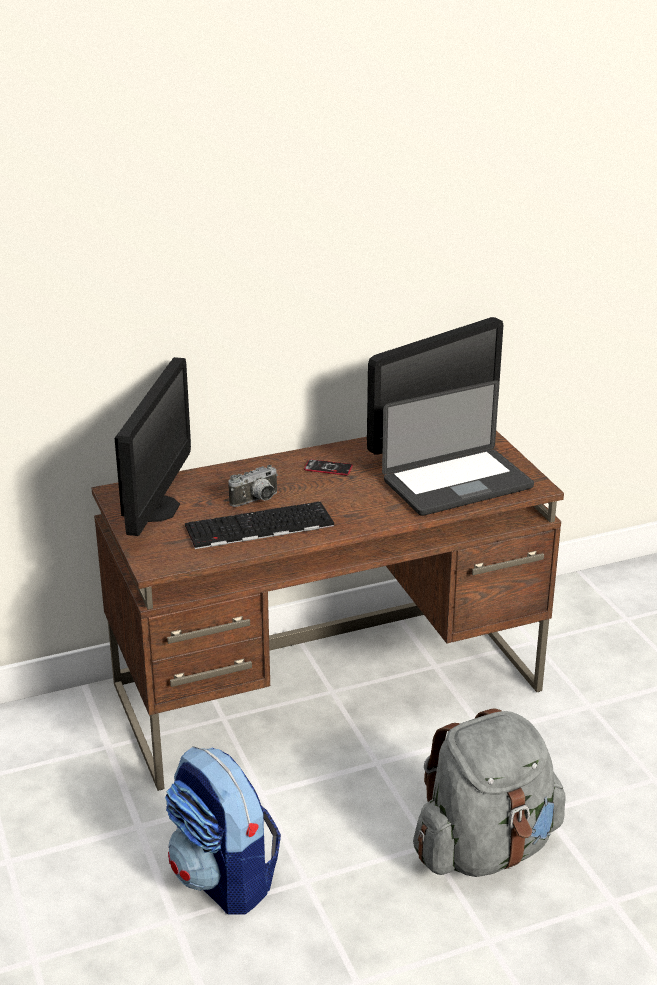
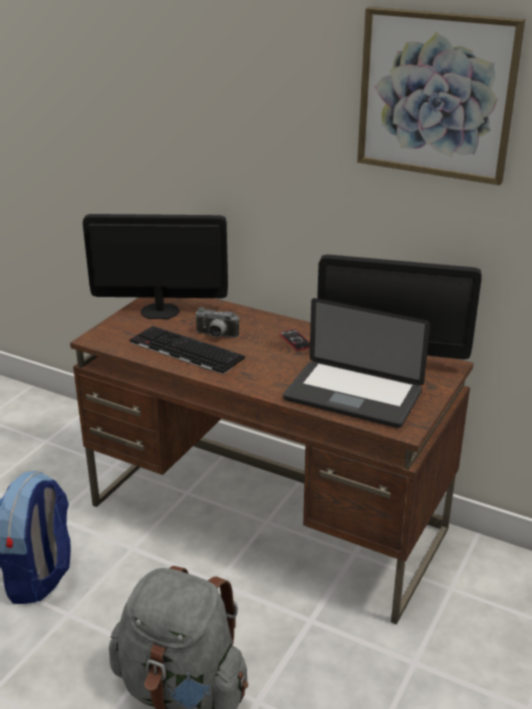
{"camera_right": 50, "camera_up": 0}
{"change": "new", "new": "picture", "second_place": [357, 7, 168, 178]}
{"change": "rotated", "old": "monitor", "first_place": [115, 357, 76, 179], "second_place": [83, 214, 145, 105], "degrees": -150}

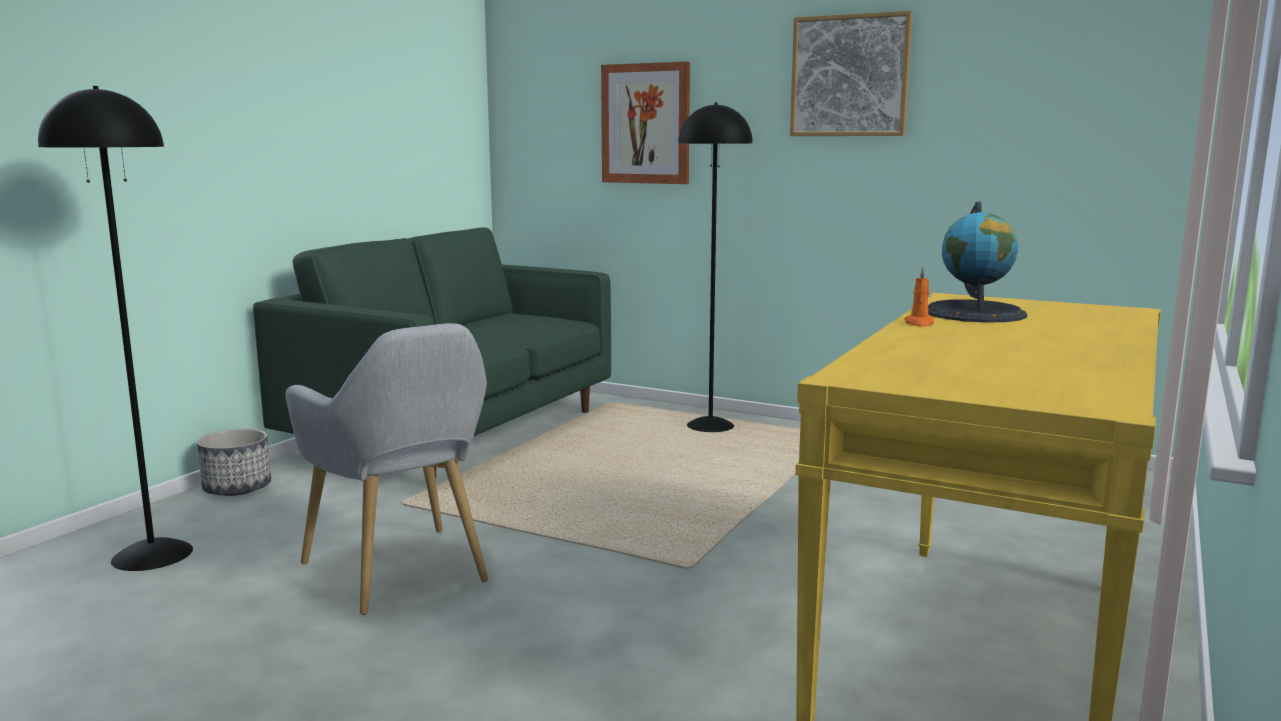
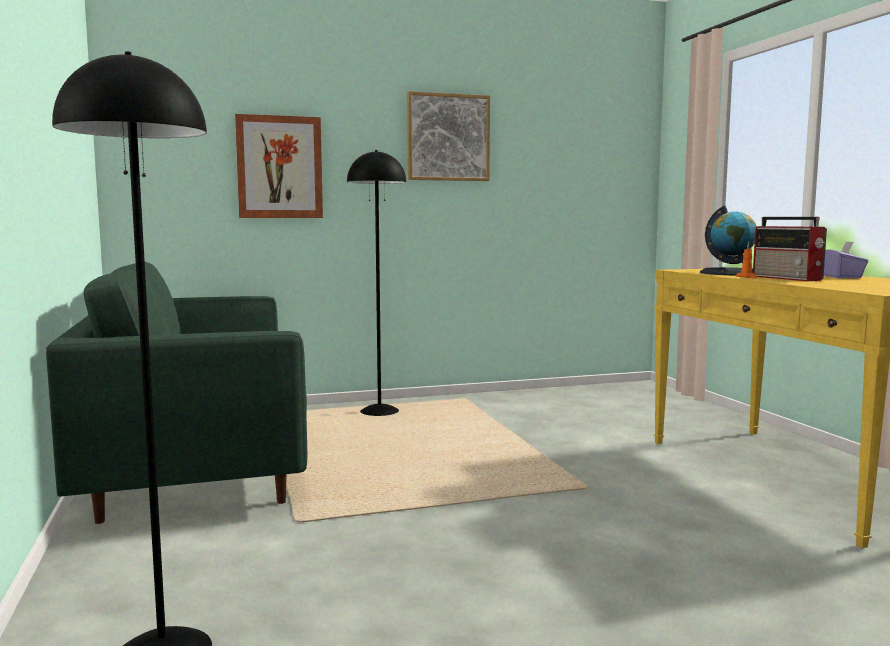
{"camera_right": -45, "camera_up": -5}
{"change": "gone", "old": "planter", "first_place": [197, 429, 74, 67]}
{"change": "gone", "old": "grey armchair", "first_place": [285, 323, 203, 292]}
{"change": "new", "new": "radio", "second_place": [753, 217, 74, 64]}
{"change": "new", "new": "purple tissue box", "second_place": [824, 241, 44, 37]}

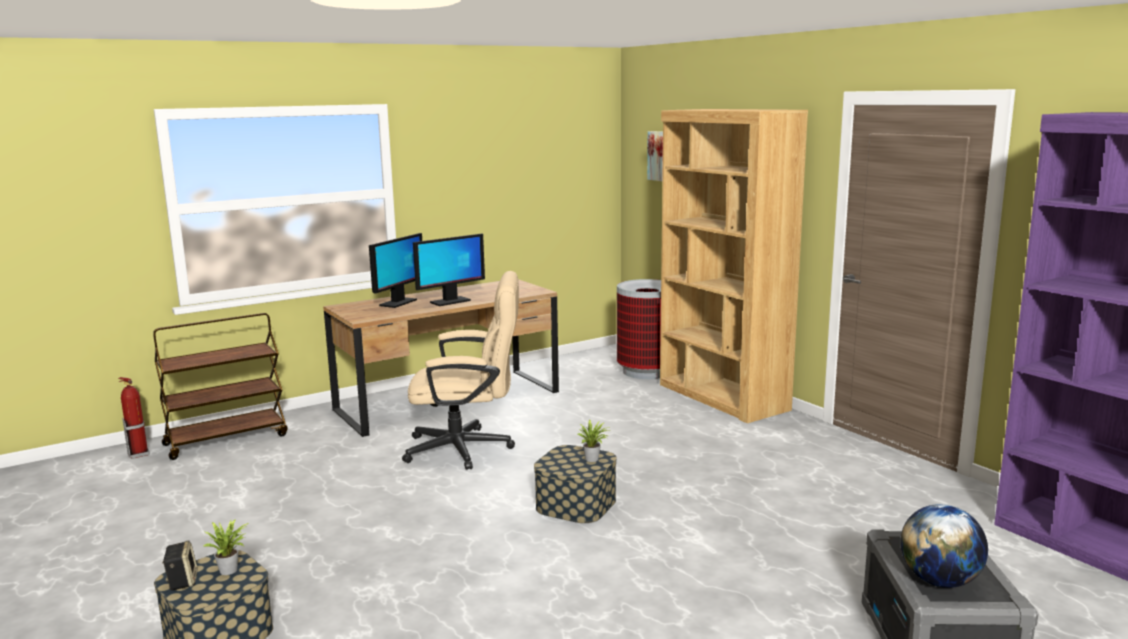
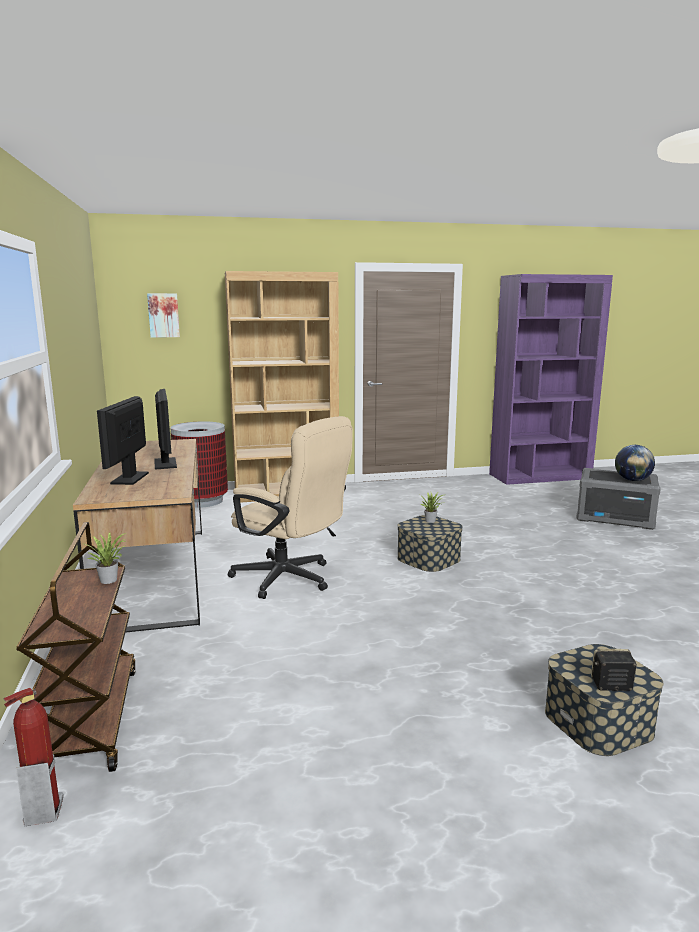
{"camera_right": -70, "camera_up": 0}
{"change": "shifted", "old": "potted plant", "first_place": [203, 519, 45, 56], "second_place": [85, 532, 42, 52]}
{"change": "rotated", "old": "monitor", "first_place": [369, 233, 53, 75], "second_place": [97, 396, 52, 89], "degrees": -135}
{"change": "rotated", "old": "beige office chair", "first_place": [402, 271, 117, 199], "second_place": [228, 416, 125, 183], "degrees": 105}

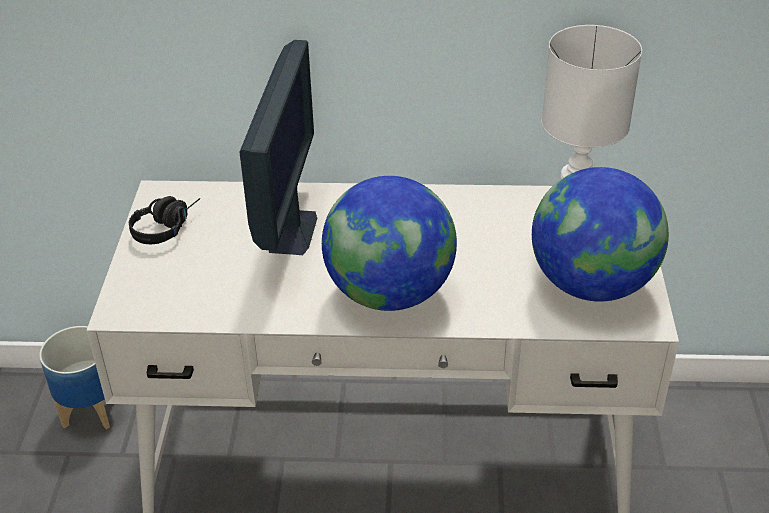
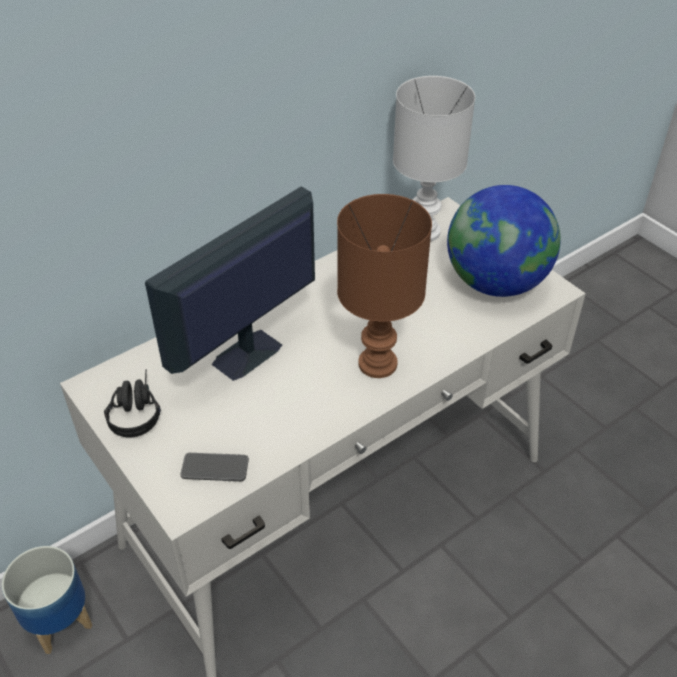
{"camera_right": -40, "camera_up": 5}
{"change": "new", "new": "phone", "second_place": [181, 453, 68, 28]}
{"change": "swapped", "old": "globe", "new": "brown table lamp", "first_place": [322, 176, 135, 135], "second_place": [337, 194, 95, 184]}
{"change": "rotated", "old": "monitor", "first_place": [239, 40, 79, 215], "second_place": [145, 186, 170, 195], "degrees": -105}

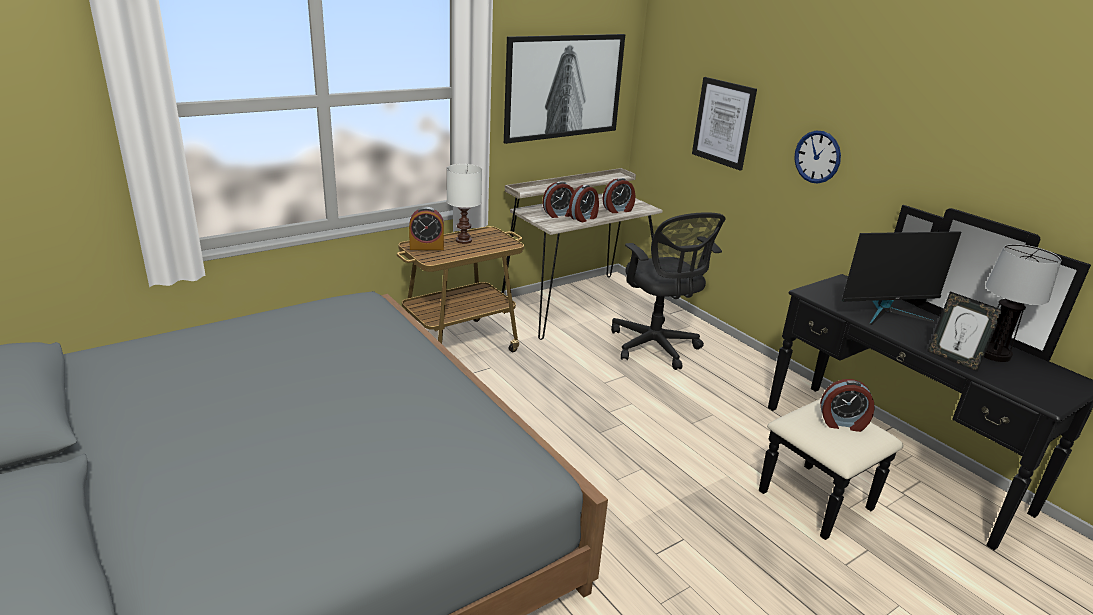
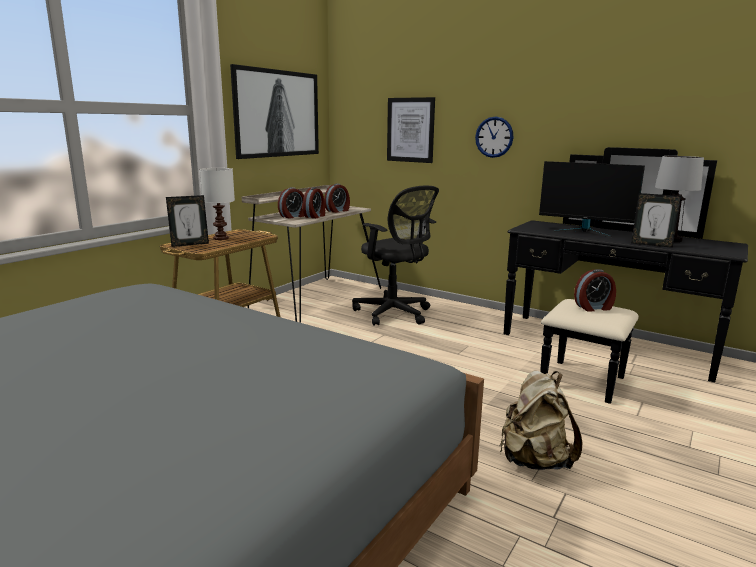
{"camera_right": -20, "camera_up": -10}
{"change": "new", "new": "beige backpack", "second_place": [500, 370, 83, 100]}
{"change": "swapped", "old": "alarm clock", "new": "picture frame", "first_place": [409, 207, 35, 43], "second_place": [166, 195, 43, 52]}
{"change": "rotated", "old": "monitor", "first_place": [842, 231, 120, 94], "second_place": [539, 161, 106, 76], "degrees": 60}

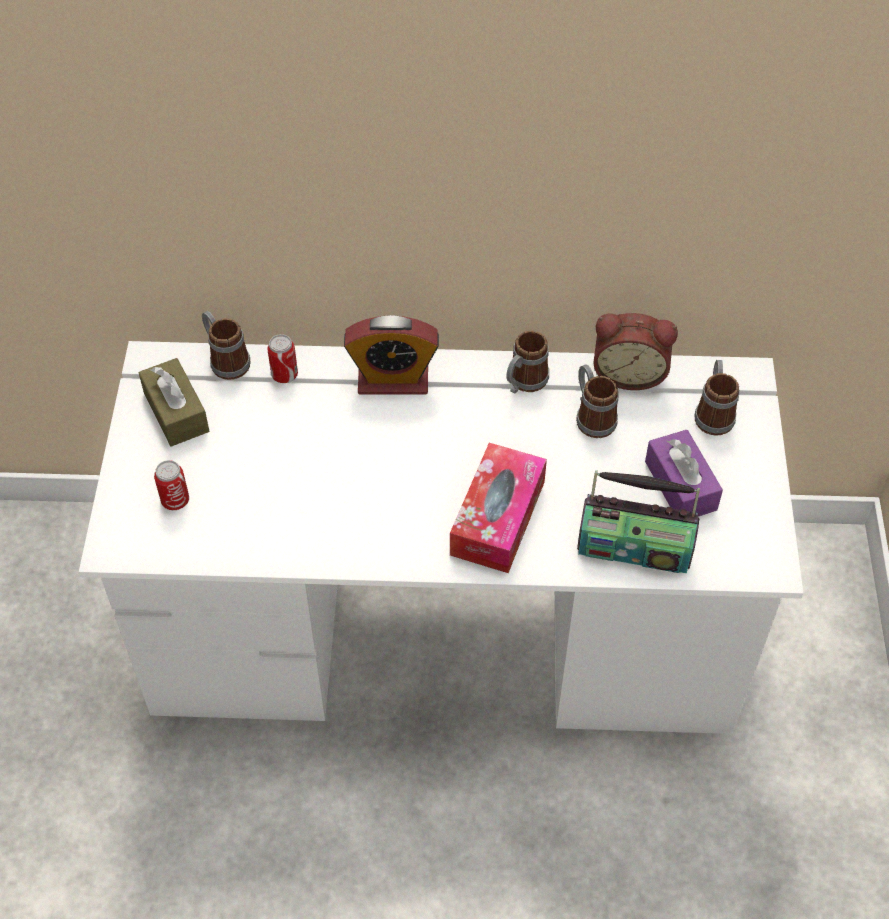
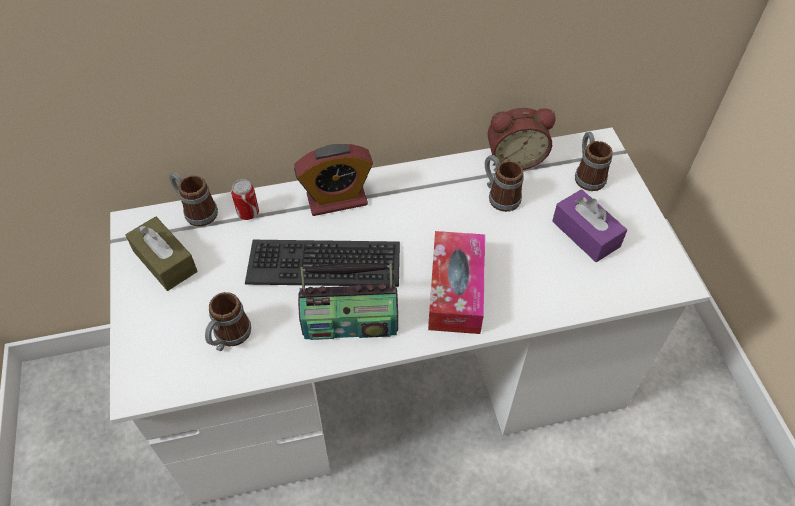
{"camera_right": -15, "camera_up": 0}
{"change": "gone", "old": "can", "first_place": [154, 460, 35, 50]}
{"change": "new", "new": "keyboard", "second_place": [245, 240, 155, 47]}
{"change": "shifted", "old": "mug", "first_place": [506, 331, 43, 63], "second_place": [205, 292, 46, 59]}
{"change": "shifted", "old": "radio", "first_place": [577, 471, 123, 102], "second_place": [298, 263, 100, 77]}

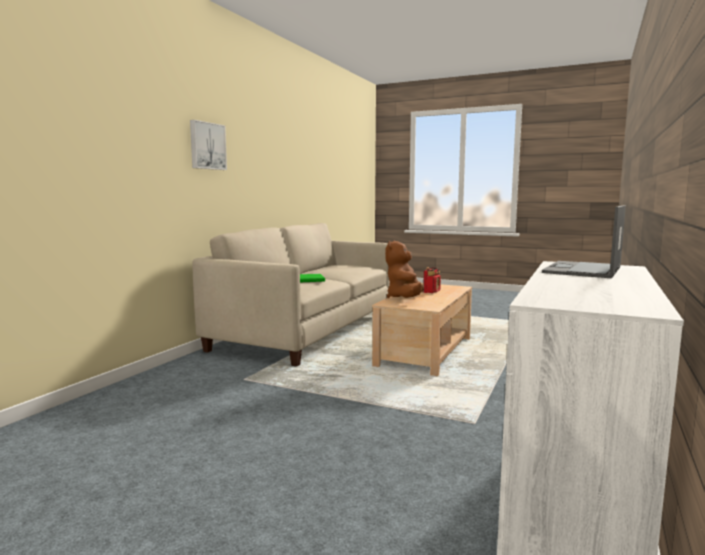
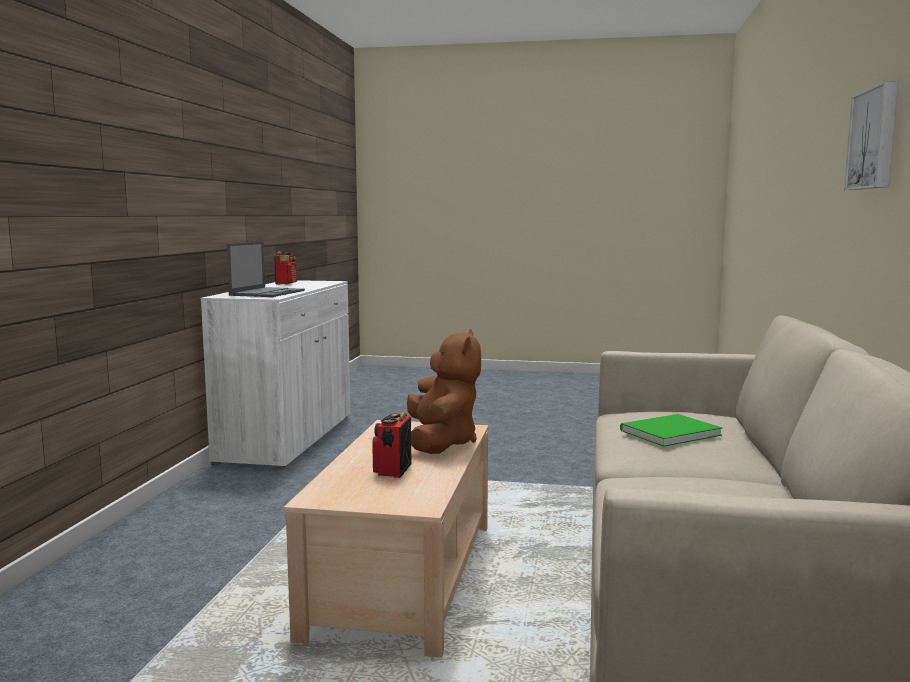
{"camera_right": 165, "camera_up": 0}
{"change": "new", "new": "radio", "second_place": [274, 251, 24, 34]}

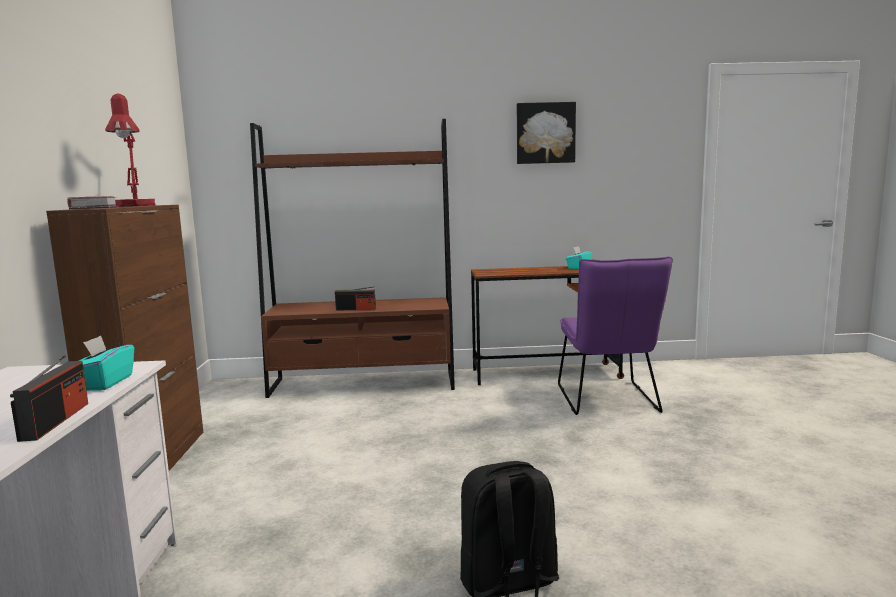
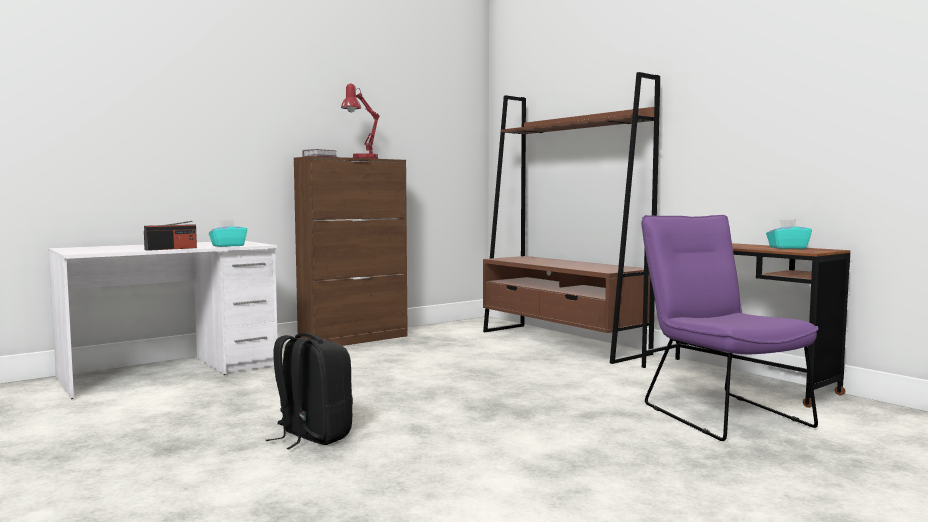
{"camera_right": 55, "camera_up": -5}
{"change": "gone", "old": "radio", "first_place": [335, 286, 41, 24]}
{"change": "gone", "old": "picture", "first_place": [517, 102, 59, 62]}
{"change": "rotated", "old": "purple chair", "first_place": [558, 256, 115, 159], "second_place": [641, 215, 178, 226], "degrees": 105}

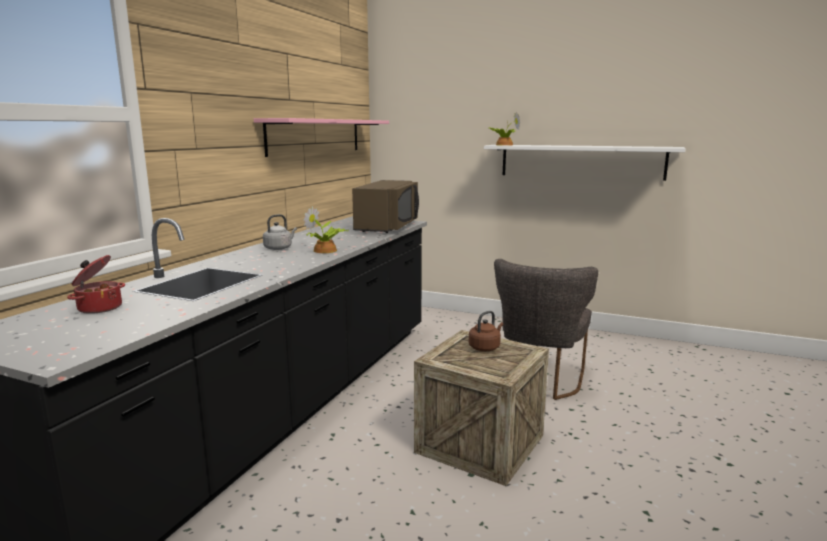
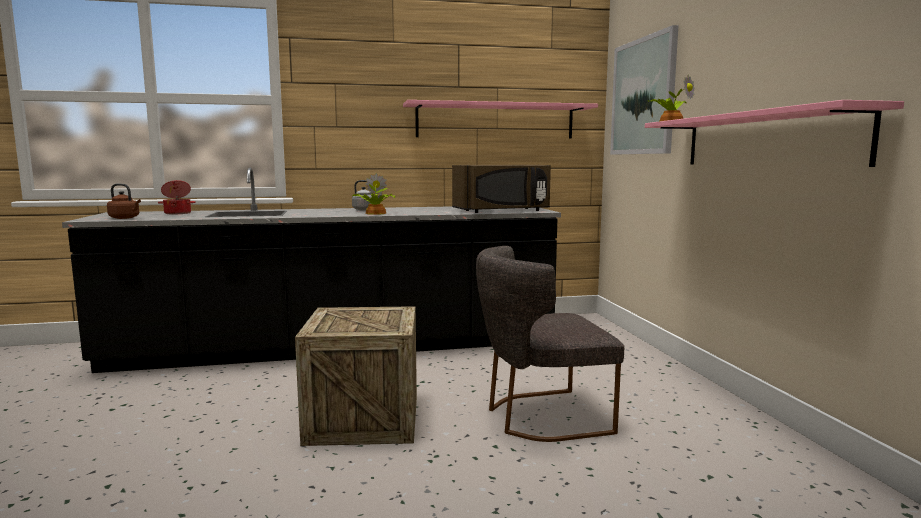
{"camera_right": 55, "camera_up": -5}
{"change": "new", "new": "picture", "second_place": [610, 25, 68, 130]}
{"change": "shifted", "old": "brown kettle", "first_place": [469, 311, 34, 40], "second_place": [107, 183, 34, 36]}
{"change": "repainted", "old": "white shelf", "new": "pink shelf", "first_place": [484, 145, 202, 36], "second_place": [645, 100, 259, 67]}

